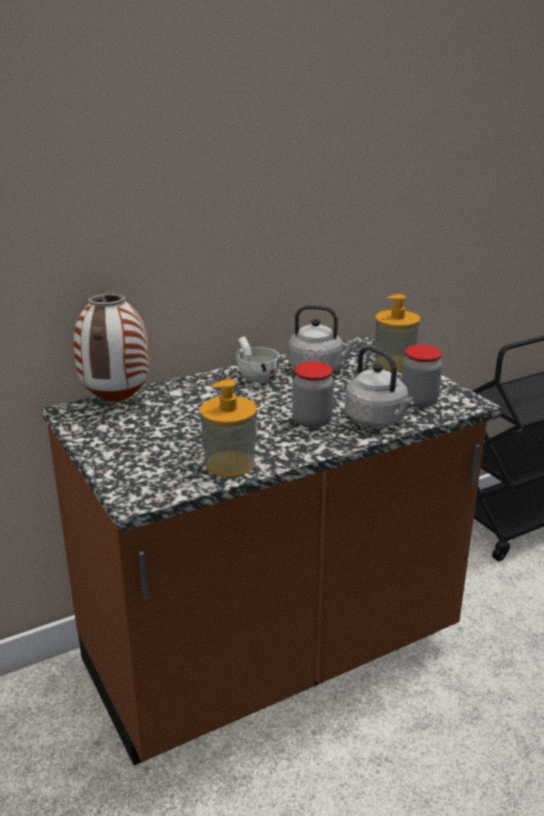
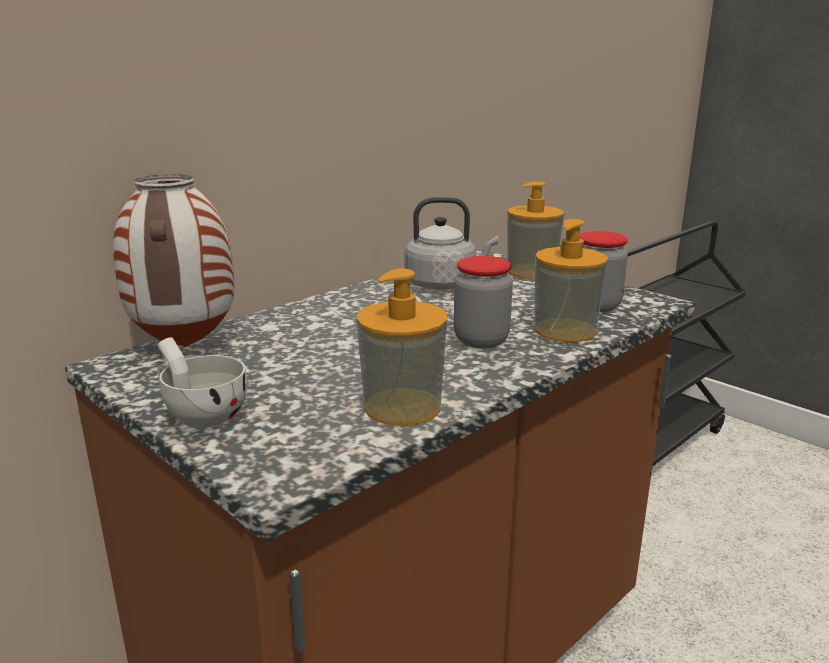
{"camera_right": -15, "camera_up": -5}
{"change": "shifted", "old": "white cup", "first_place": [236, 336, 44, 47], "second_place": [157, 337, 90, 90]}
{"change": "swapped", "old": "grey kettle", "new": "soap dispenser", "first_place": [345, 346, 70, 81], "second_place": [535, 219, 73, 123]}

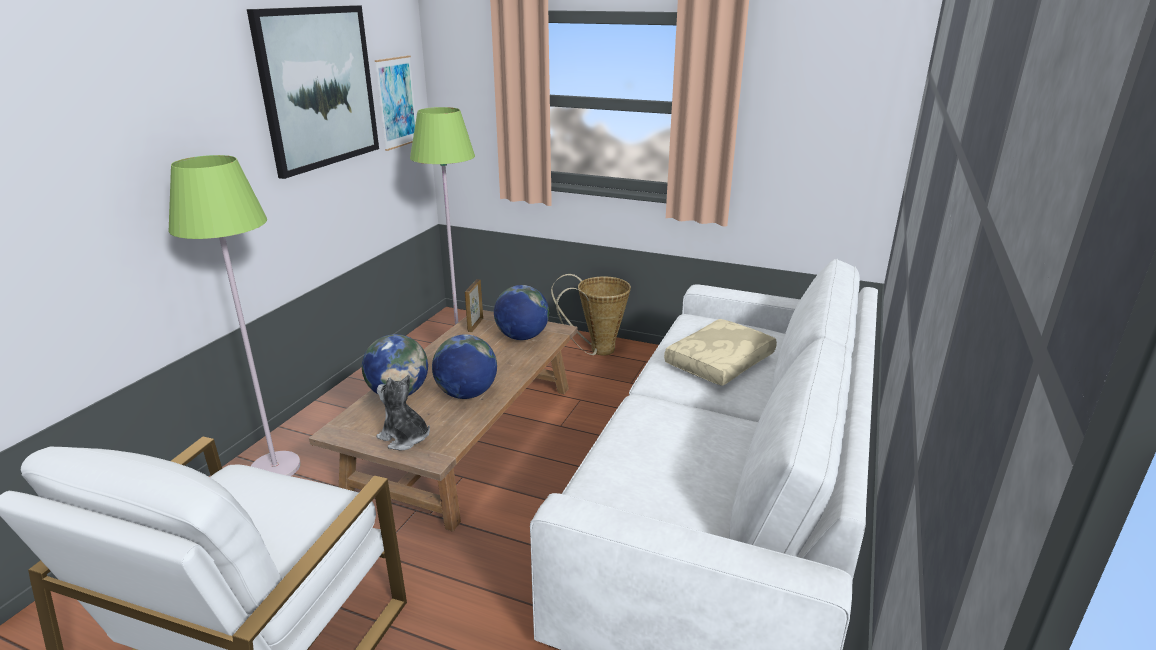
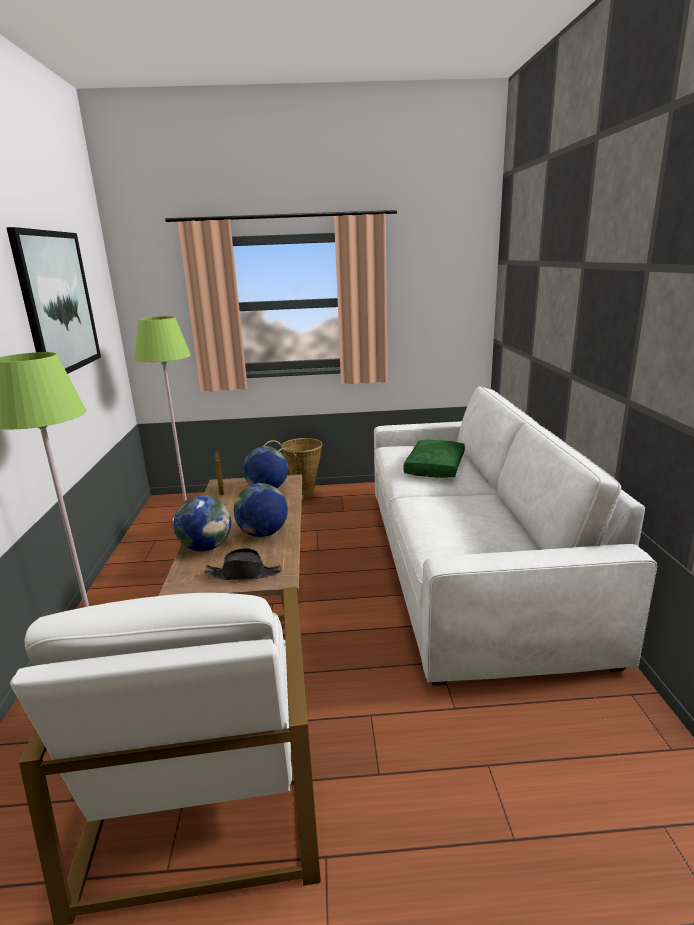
{"camera_right": -25, "camera_up": -5}
{"change": "gone", "old": "picture", "first_place": [375, 55, 41, 96]}
{"change": "swapped", "old": "plush toy", "new": "black hat", "first_place": [376, 375, 54, 76], "second_place": [204, 548, 78, 32]}
{"change": "repainted", "old": "beige pillow", "new": "green pillow", "first_place": [664, 319, 113, 67], "second_place": [403, 440, 62, 38]}

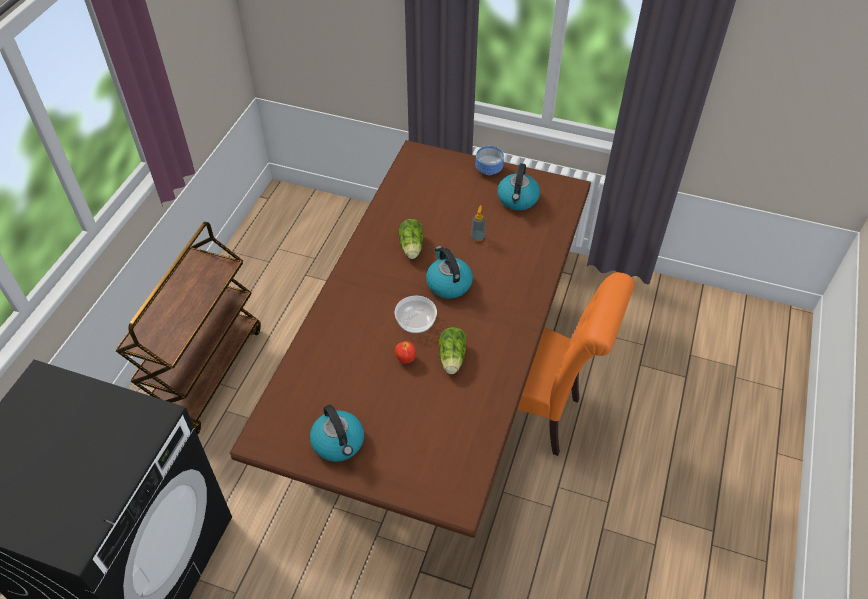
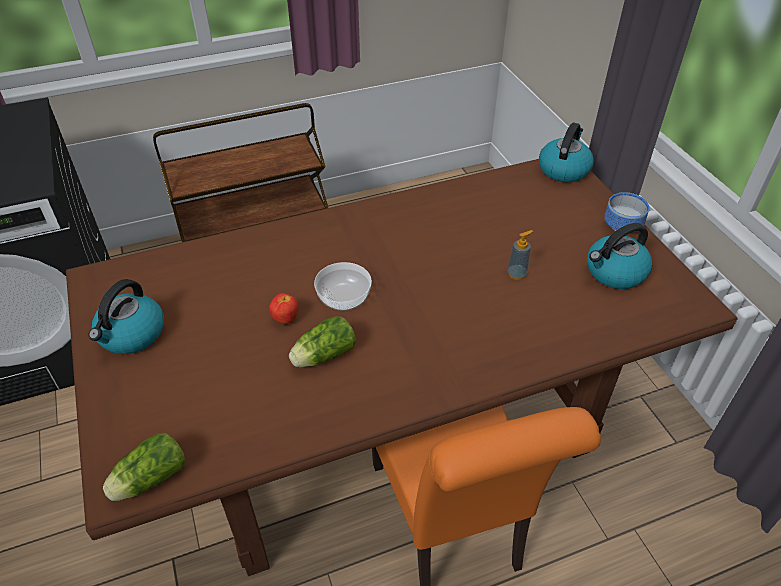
{"camera_right": 50, "camera_up": -5}
{"change": "shifted", "old": "lettuce", "first_place": [399, 219, 24, 40], "second_place": [103, 433, 82, 68]}
{"change": "shifted", "old": "kettle", "first_place": [426, 246, 47, 53], "second_place": [539, 123, 55, 60]}

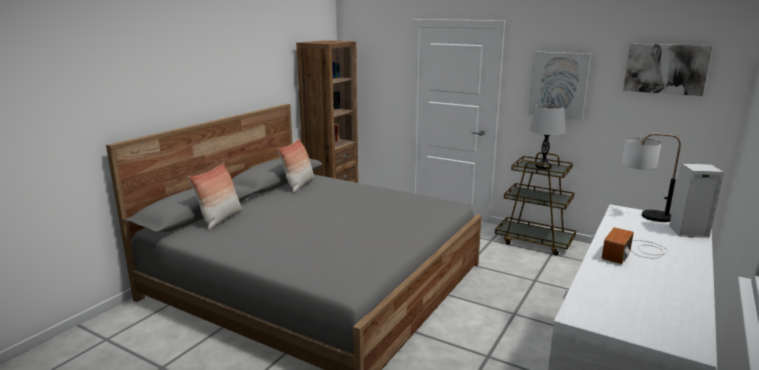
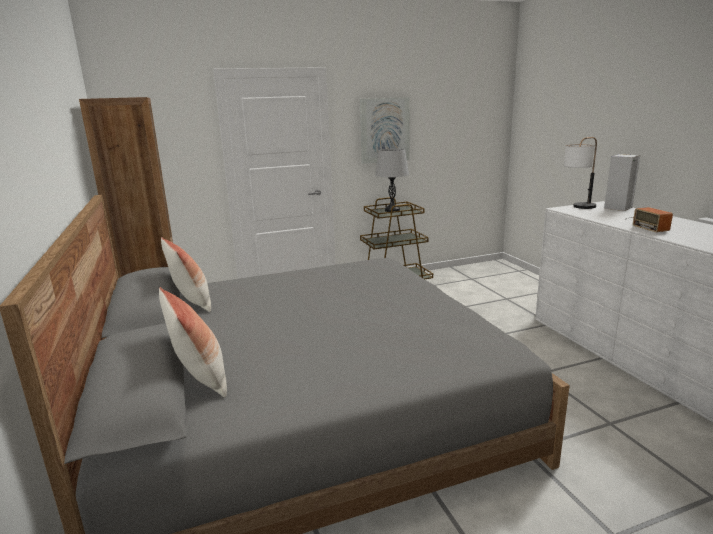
{"camera_right": -50, "camera_up": 0}
{"change": "gone", "old": "picture", "first_place": [623, 43, 90, 53]}

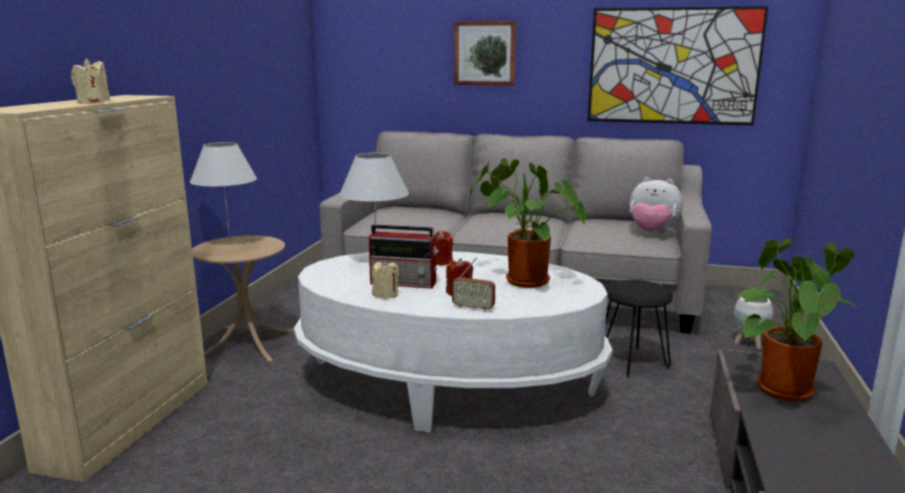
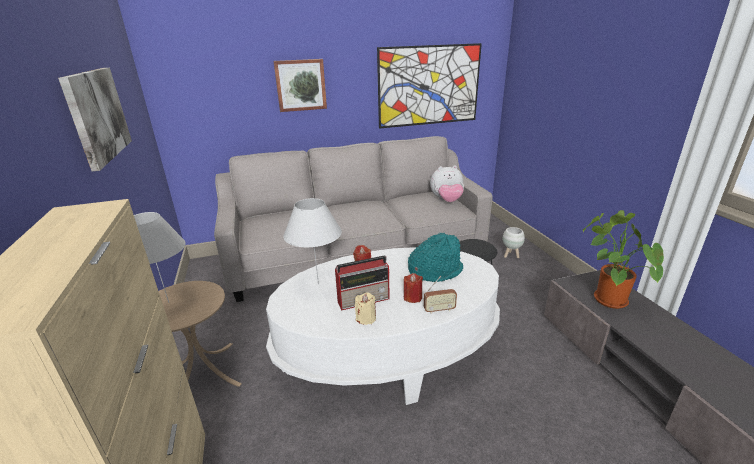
{"camera_right": -30, "camera_up": 10}
{"change": "gone", "old": "beige candle", "first_place": [71, 58, 39, 45]}
{"change": "new", "new": "picture", "second_place": [58, 68, 74, 104]}
{"change": "swapped", "old": "potted plant", "new": "turquoise hat", "first_place": [471, 158, 115, 130], "second_place": [408, 233, 55, 49]}

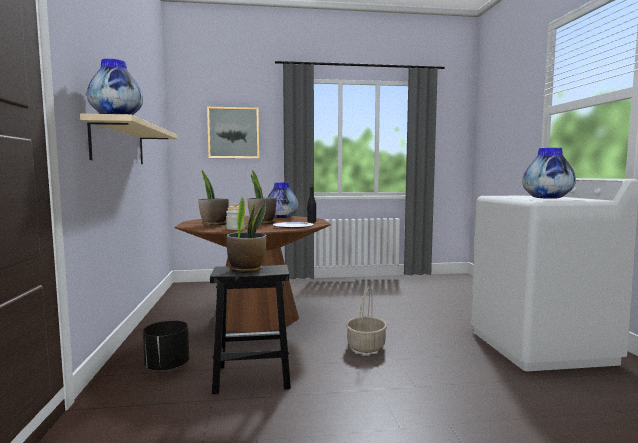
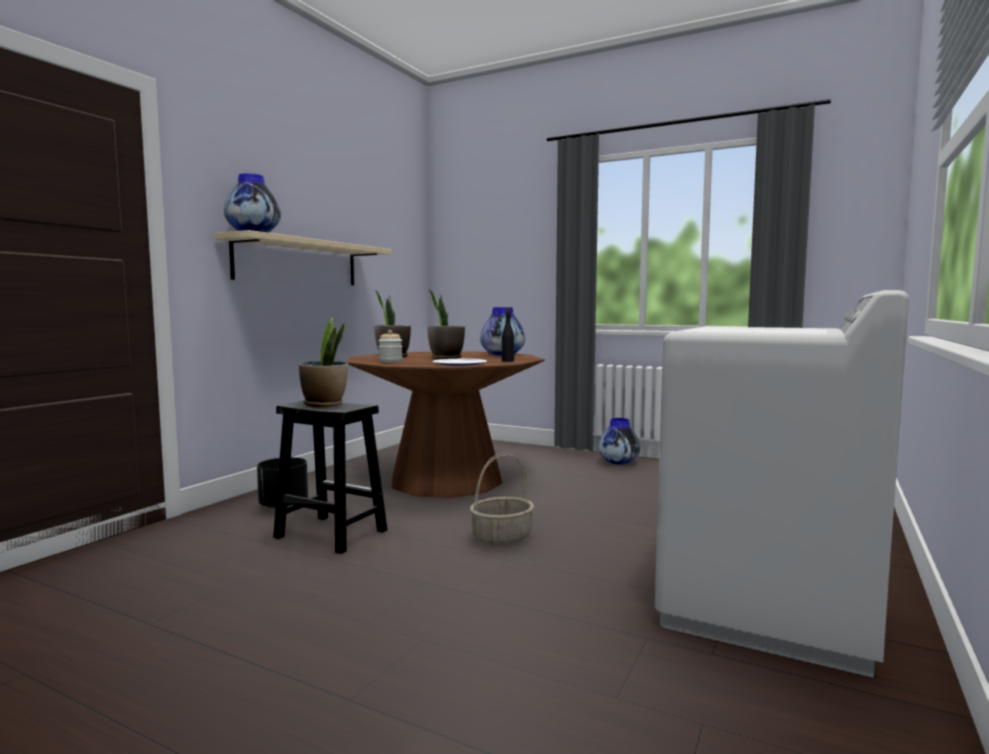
{"camera_right": 35, "camera_up": 0}
{"change": "gone", "old": "picture", "first_place": [207, 107, 52, 51]}
{"change": "shifted", "old": "vase", "first_place": [522, 148, 54, 51], "second_place": [598, 418, 43, 47]}

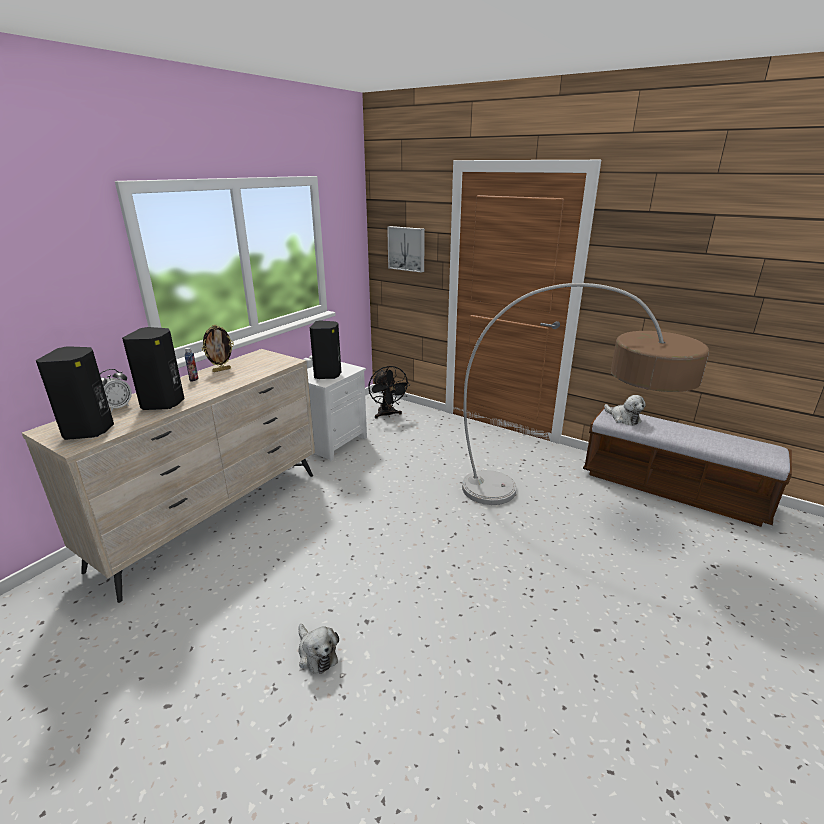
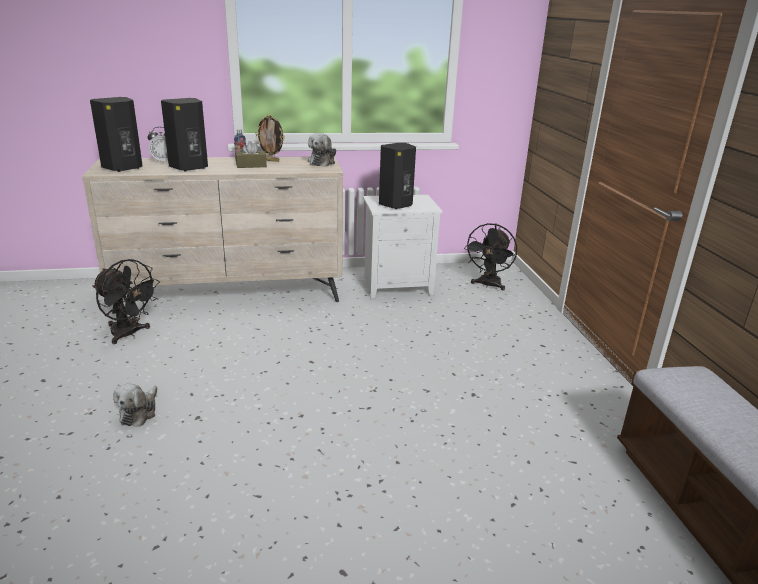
{"camera_right": 45, "camera_up": 0}
{"change": "gone", "old": "picture", "first_place": [387, 226, 38, 47]}
{"change": "gone", "old": "floor lamp", "first_place": [462, 283, 247, 222]}
{"change": "new", "new": "black fan", "second_place": [93, 259, 67, 85]}
{"change": "new", "new": "brown tissue box", "second_place": [235, 141, 32, 27]}
{"change": "shifted", "old": "plush toy", "first_place": [604, 395, 42, 31], "second_place": [308, 133, 28, 34]}

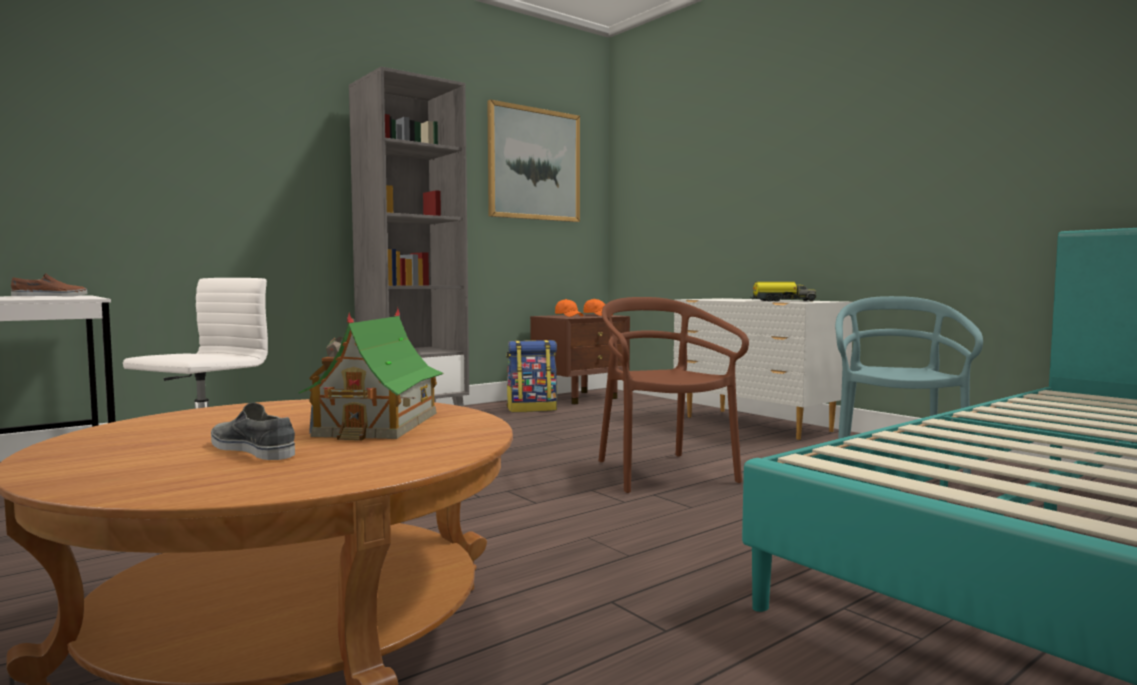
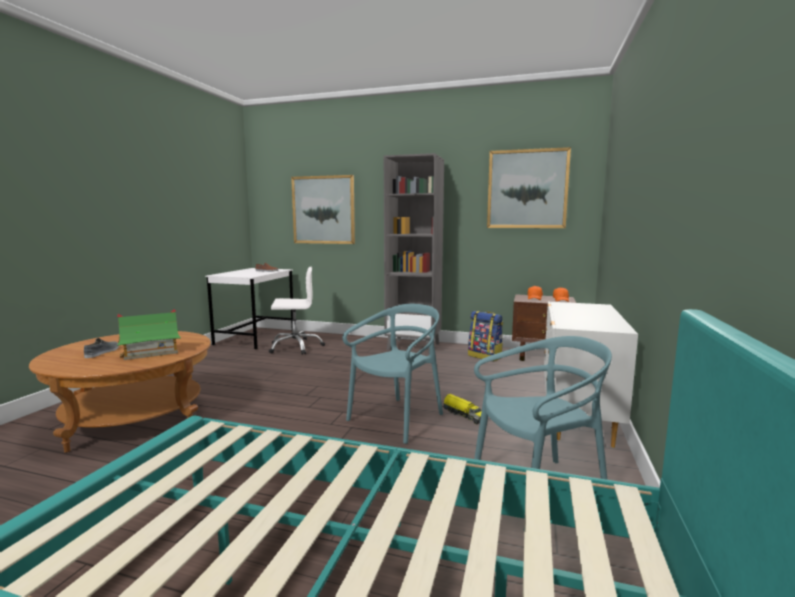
{"camera_right": 55, "camera_up": 5}
{"change": "new", "new": "picture", "second_place": [291, 175, 64, 69]}
{"change": "shifted", "old": "toy truck", "first_place": [750, 282, 66, 19], "second_place": [443, 394, 39, 30]}
{"change": "repainted", "old": "brown chair", "new": "turquoise chair", "first_place": [598, 297, 151, 196], "second_place": [343, 304, 100, 140]}

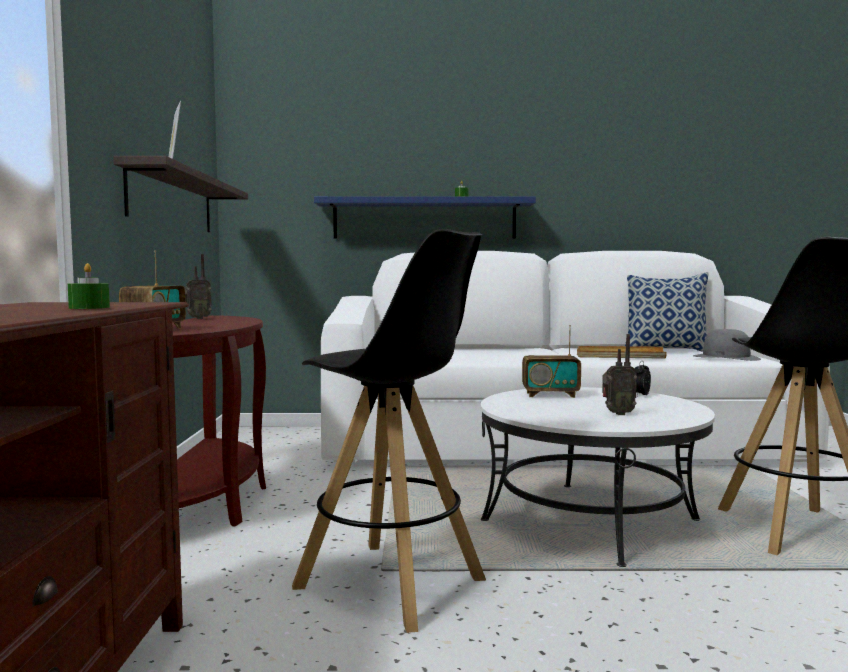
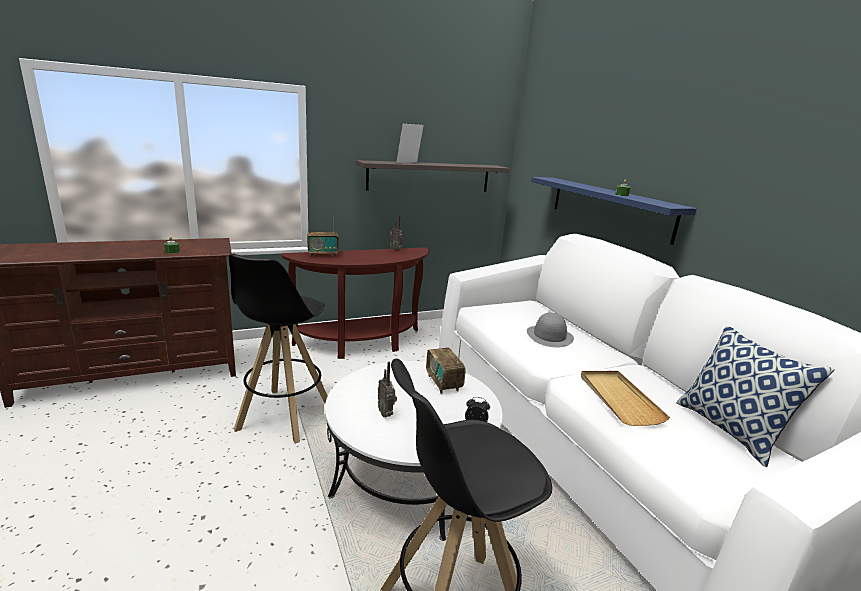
{"camera_right": 65, "camera_up": 15}
{"change": "shifted", "old": "grey hat", "first_place": [693, 329, 68, 32], "second_place": [527, 312, 47, 36]}

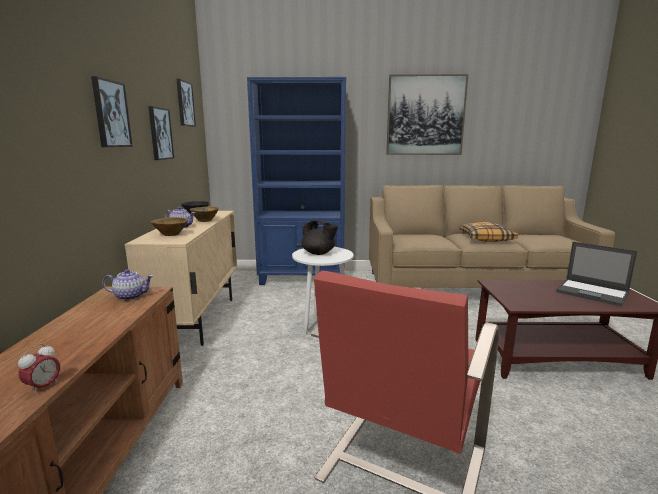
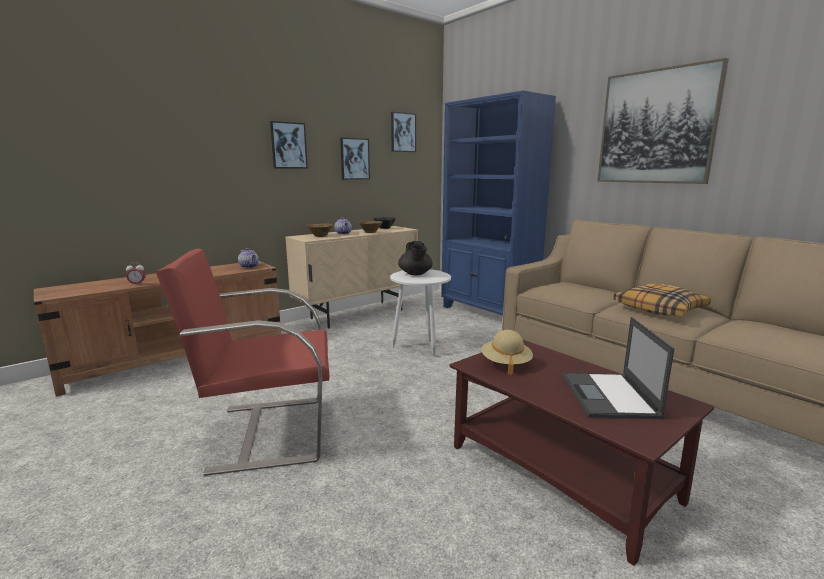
{"camera_right": 50, "camera_up": 0}
{"change": "new", "new": "beige hat", "second_place": [481, 330, 52, 45]}

